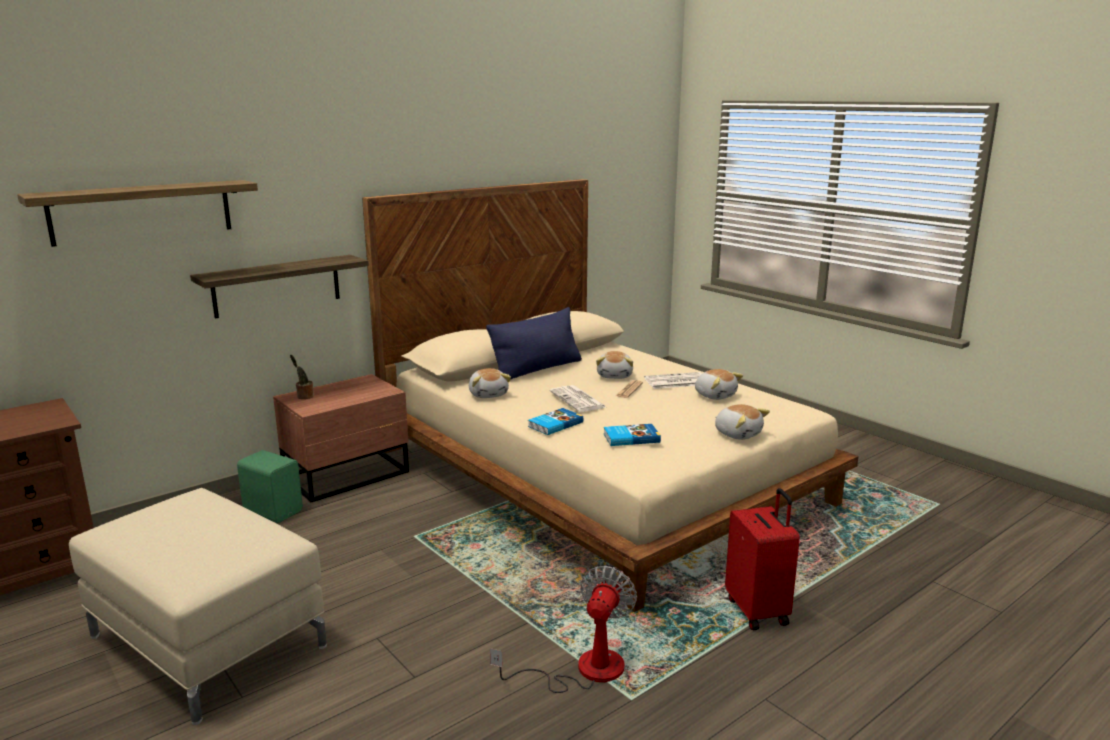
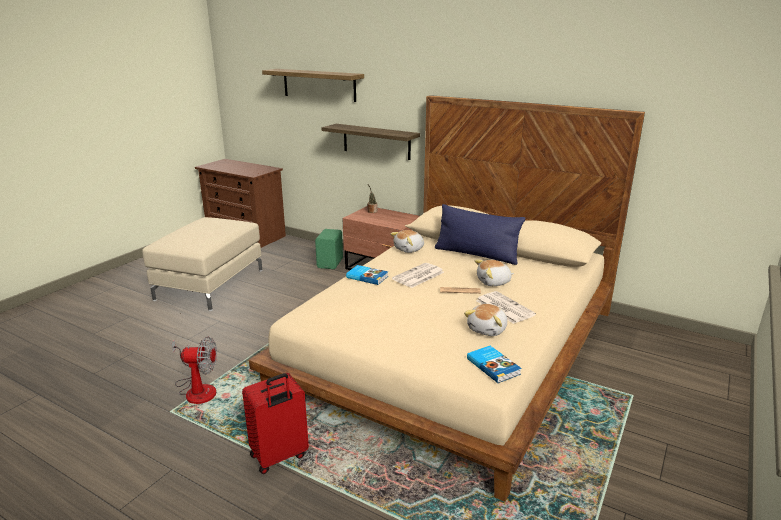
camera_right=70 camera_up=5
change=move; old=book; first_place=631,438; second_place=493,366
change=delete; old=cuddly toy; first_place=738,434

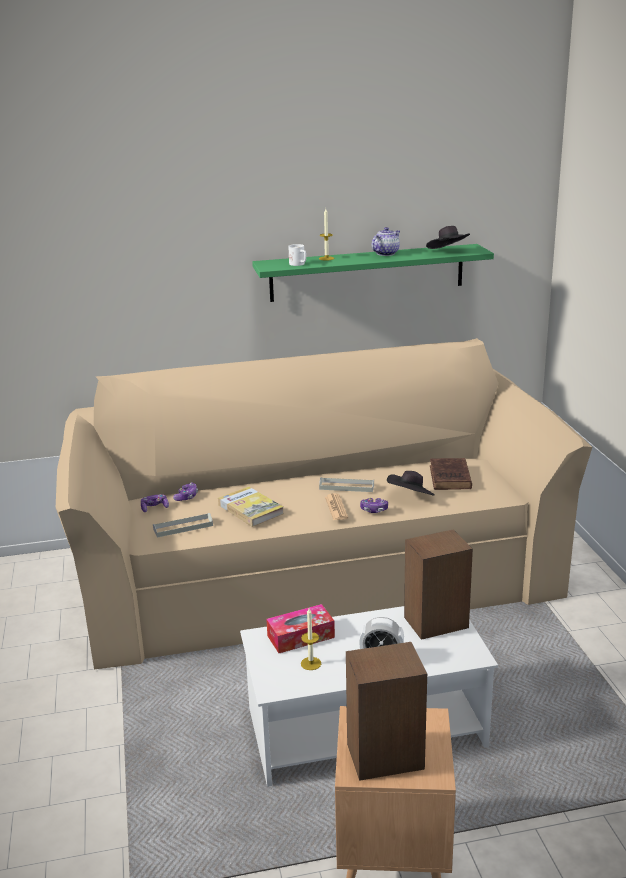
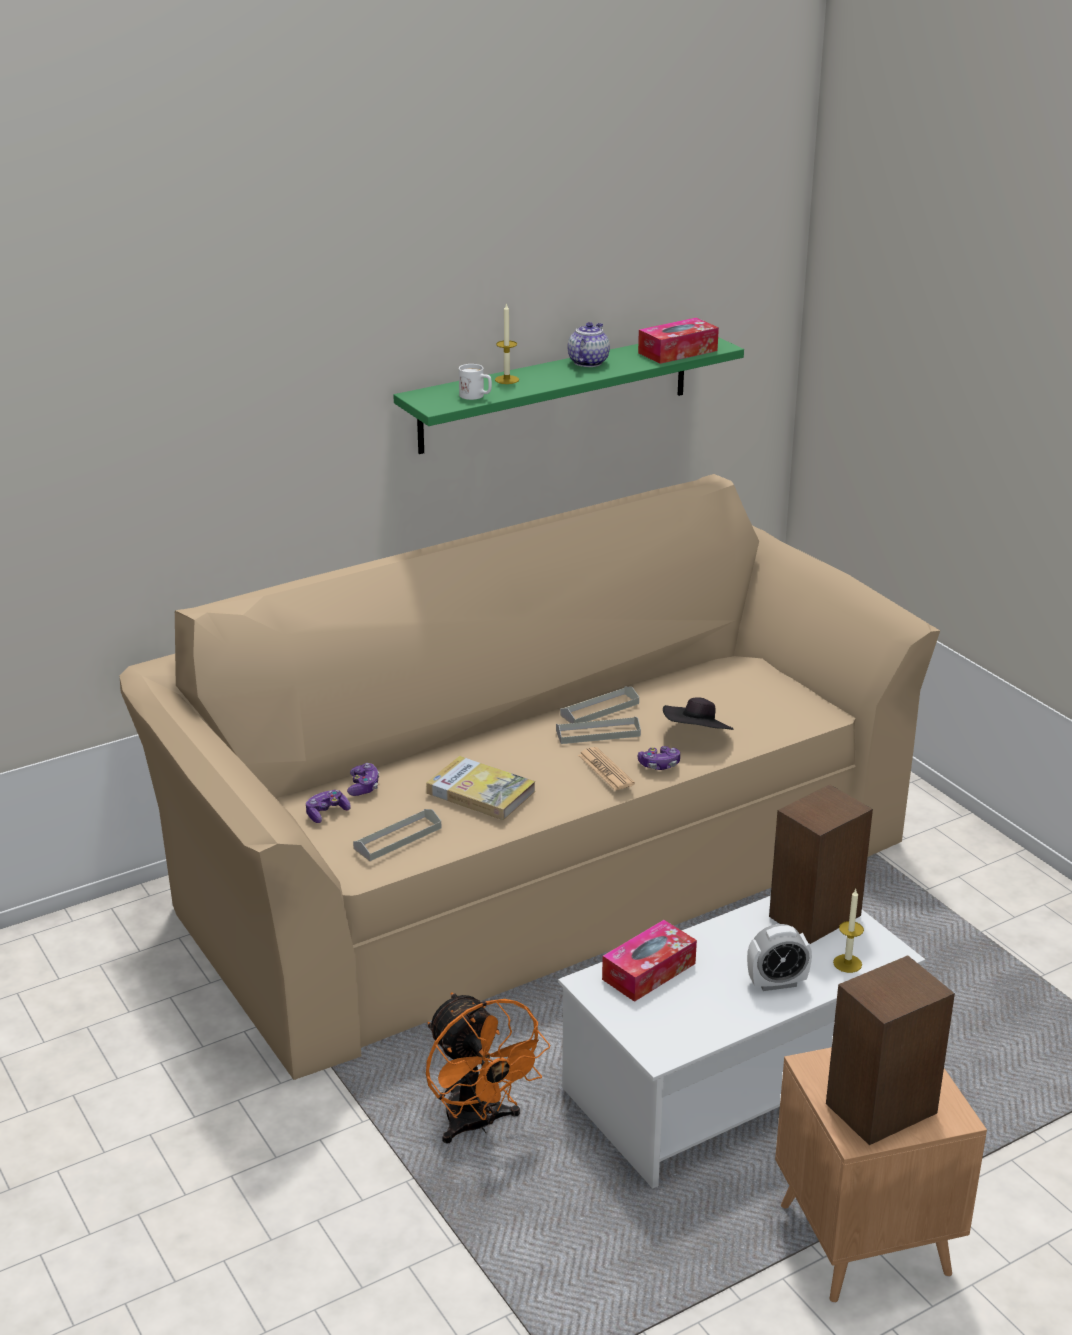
camera_right=-20 camera_up=5
change=insert; new=orange-coloured fan; second_place=478,1124
change=insert; new=gray serving tray; second_place=599,709
change=replace; old=black wearable hat; new=box of tissues; first_place=448,252; second_place=677,352
change=move; old=wax light; first_place=311,663; second_place=847,963
change=delete; old=brown book; first_place=450,478

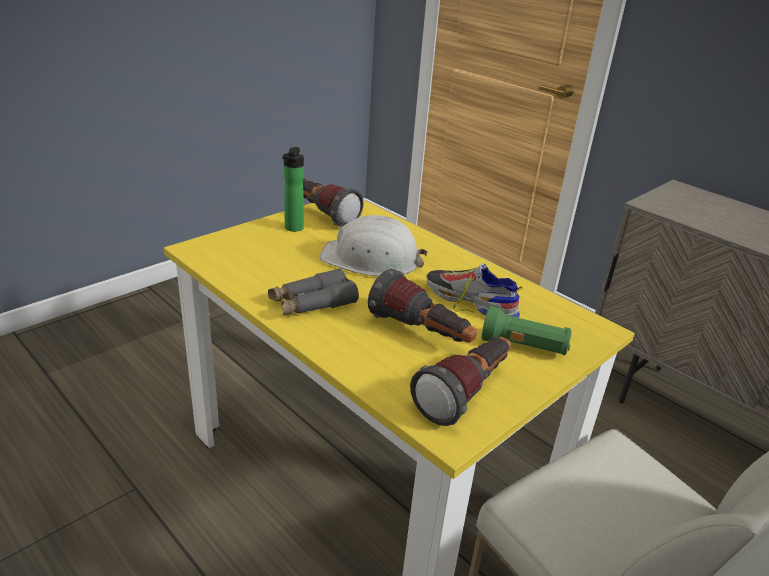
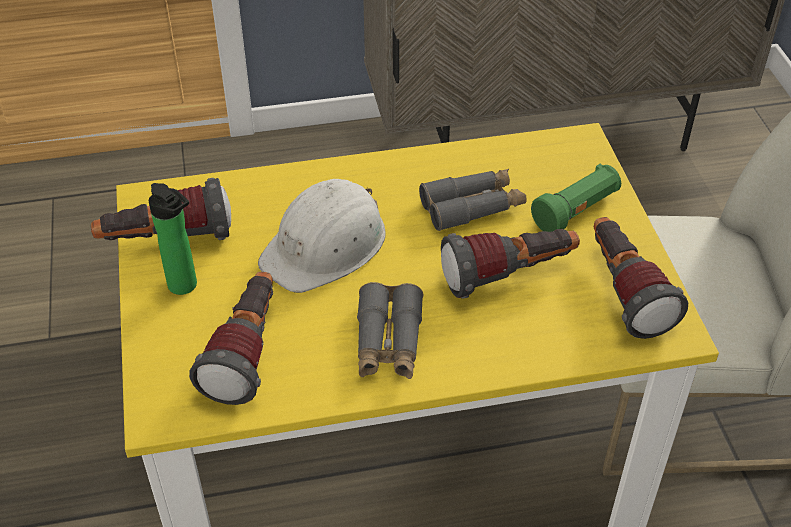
camera_right=-55 camera_up=15
change=insert; new=hand torch; second_place=247,352
change=replace; old=item of footwear; new=gray pair of binoculars; first_place=470,301; second_place=472,206

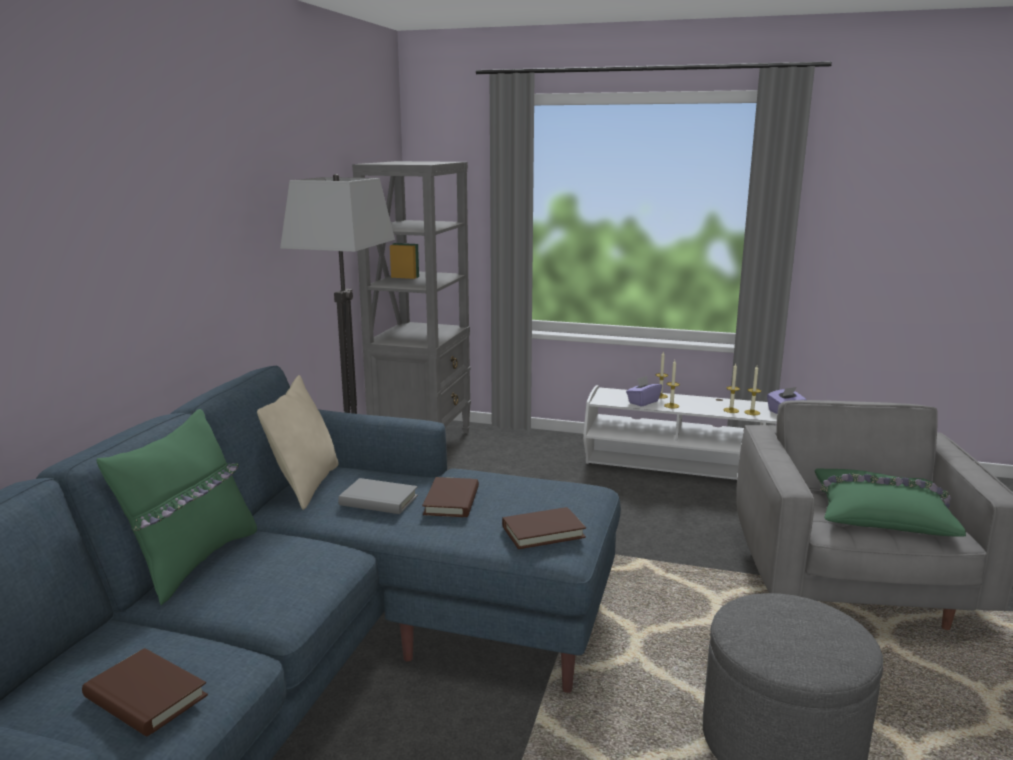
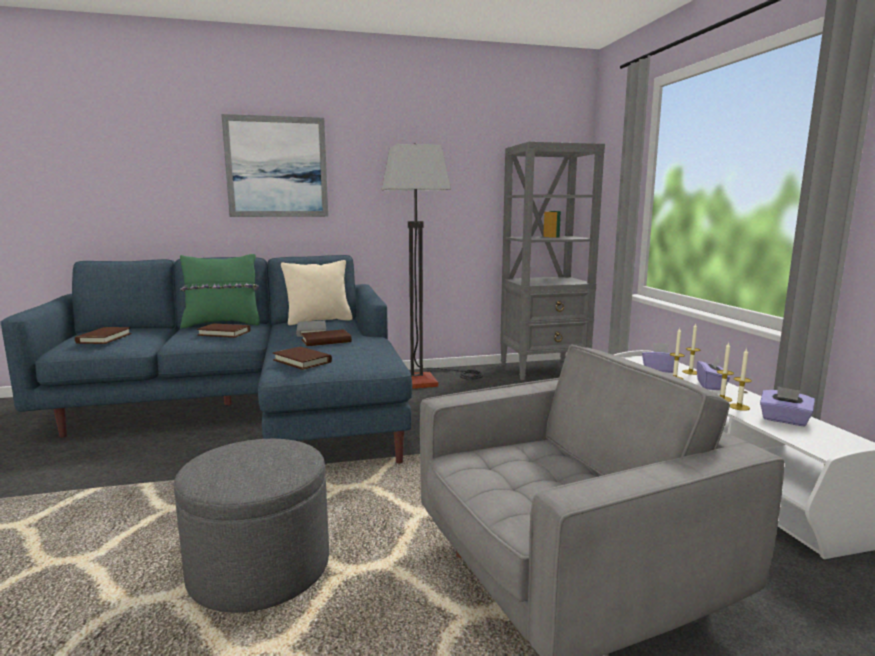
camera_right=60 camera_up=-5
change=insert; new=brown book; second_place=224,333
change=insert; new=picture; second_place=277,167
change=insert; new=purple box of tissues; second_place=711,385
change=delete; old=green pillow; first_place=880,514

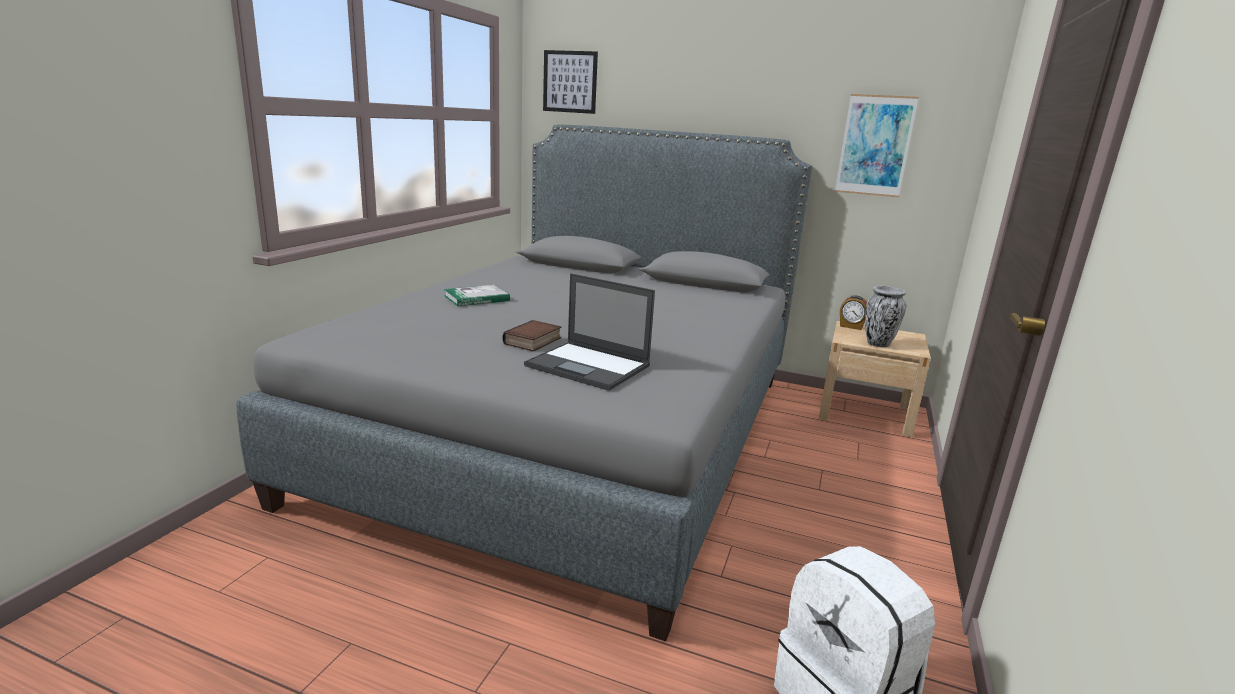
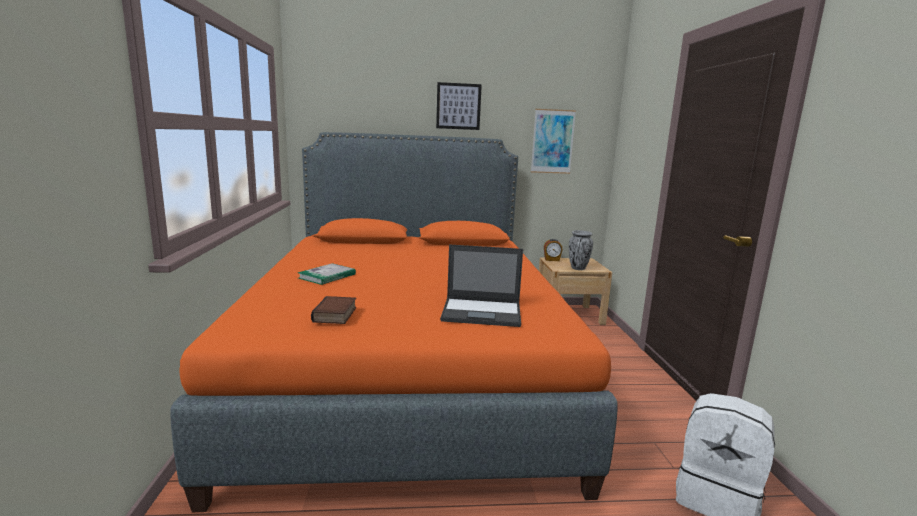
camera_right=-25 camera_up=-5
change=recolor; old=gray sleeping bed; new=orange-coloured sleeping bed; first_place=576,431; second_place=407,369
change=move; old=book; first_place=533,341; second_place=336,315
change=move; old=picture; first_place=570,82; second_place=458,106

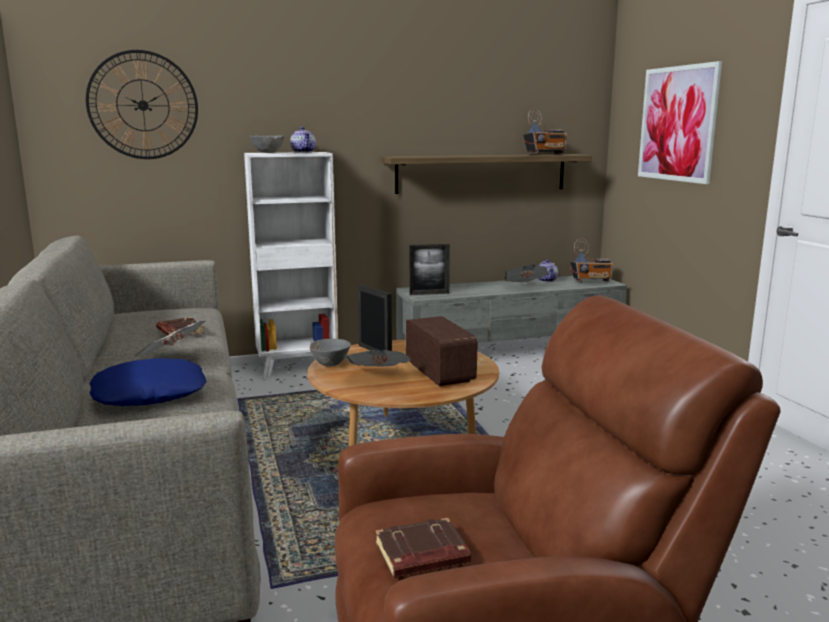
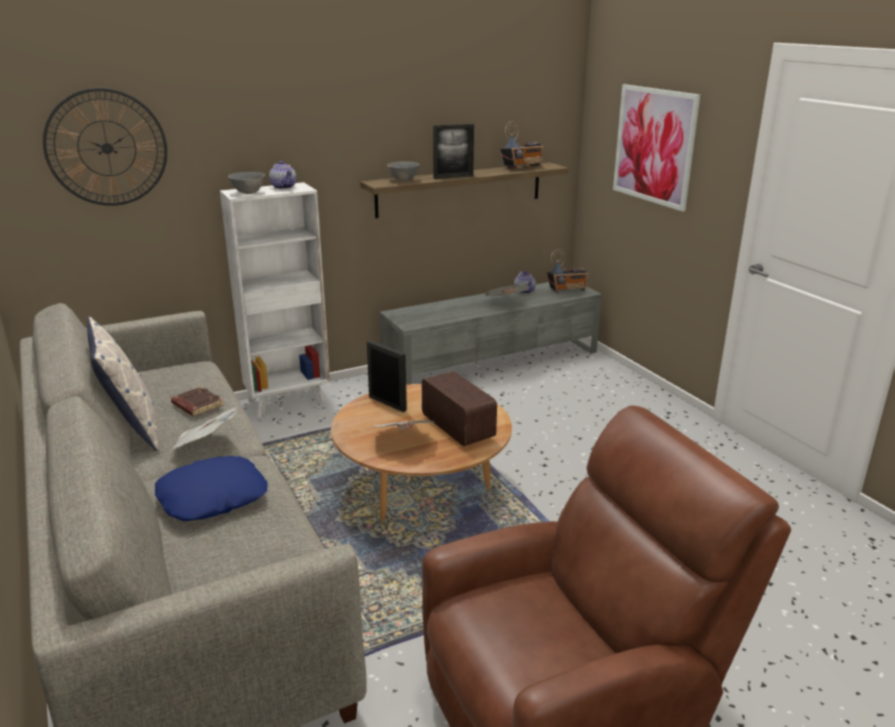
camera_right=-10 camera_up=10
change=insert; new=pillow; second_place=132,429
change=move; old=gray bowl; first_place=329,364; second_place=403,180
change=move; old=standing frame; first_place=429,293; second_place=453,177
change=delete; old=brown book; first_place=421,555

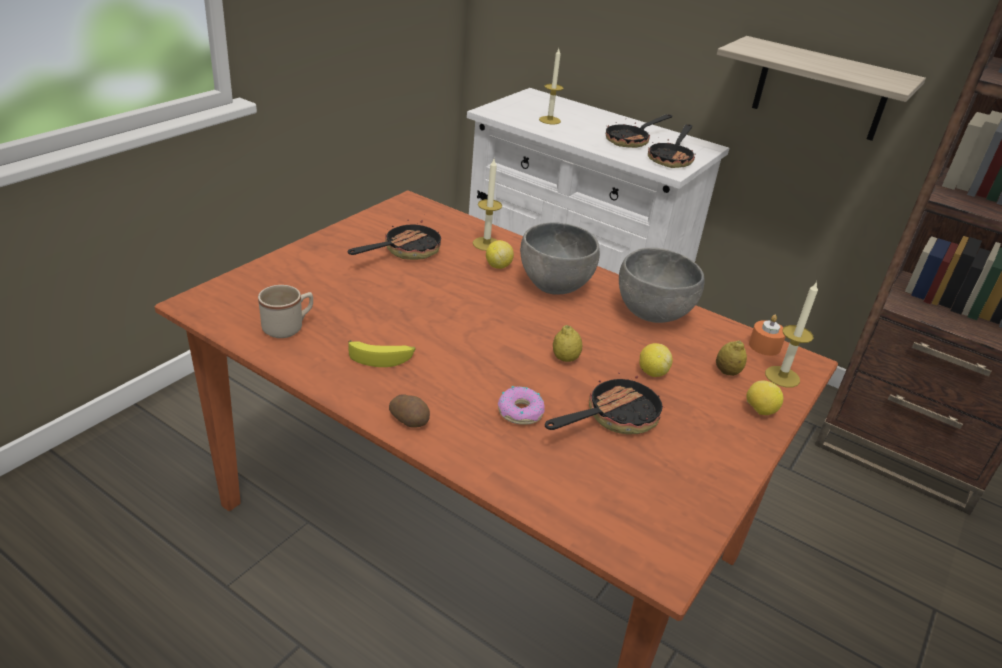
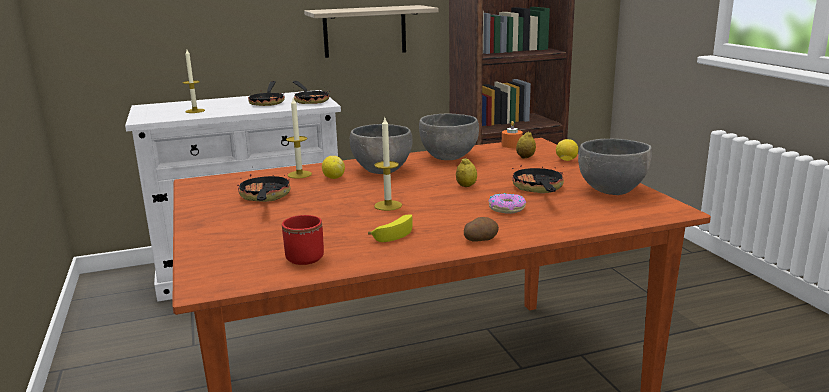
camera_right=-50 camera_up=-15
change=recolor; old=sand-coloured coffee mug; new=reddish coffee mug; first_place=288,327; second_place=306,255
change=move; old=wax light; first_place=782,376; second_place=388,205
change=insert; new=gray bowl; second_place=612,190
change=delete; old=lemon; first_place=652,372

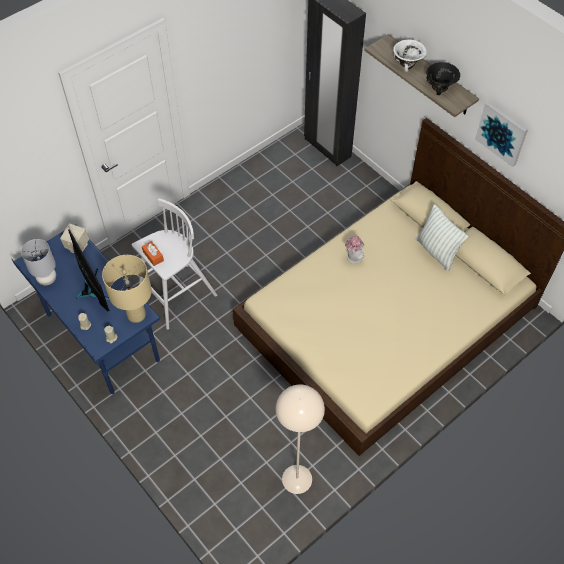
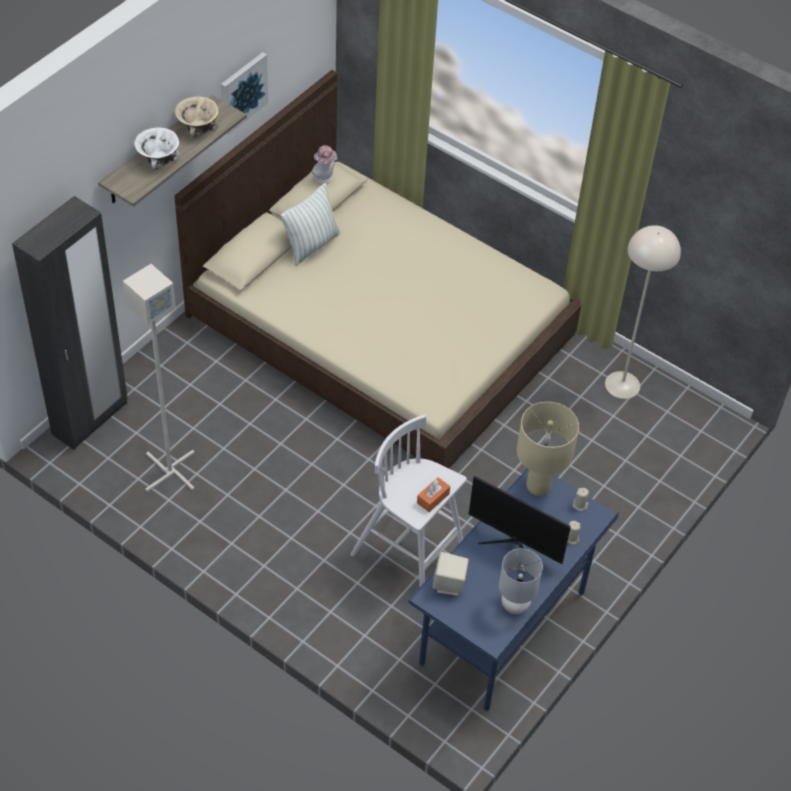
camera_right=-105 camera_up=-5
change=insert; new=gray standard lamp; second_place=169,472
change=recolor; old=black bowl; new=sand-coloured bowl; first_place=440,87; second_place=198,128
change=move; old=wearable hat; first_place=353,259; second_place=325,179
change=rotate; old=computer display; first_place=93,290; second_place=515,545; degrees=-105

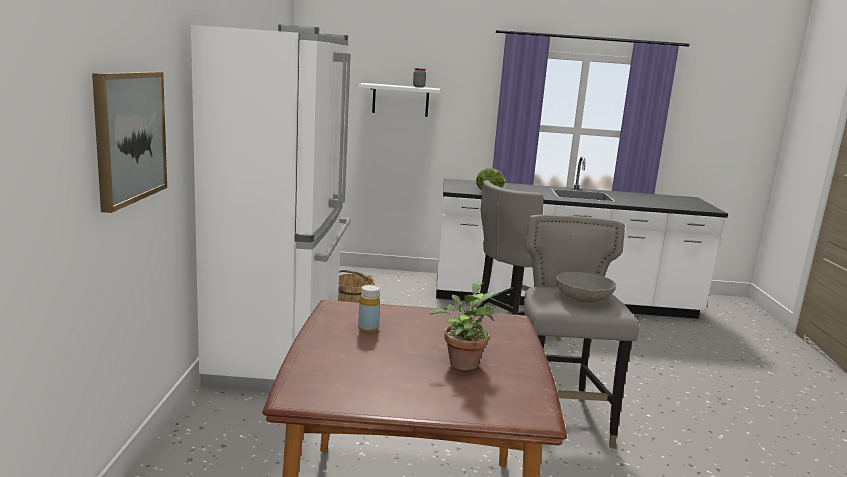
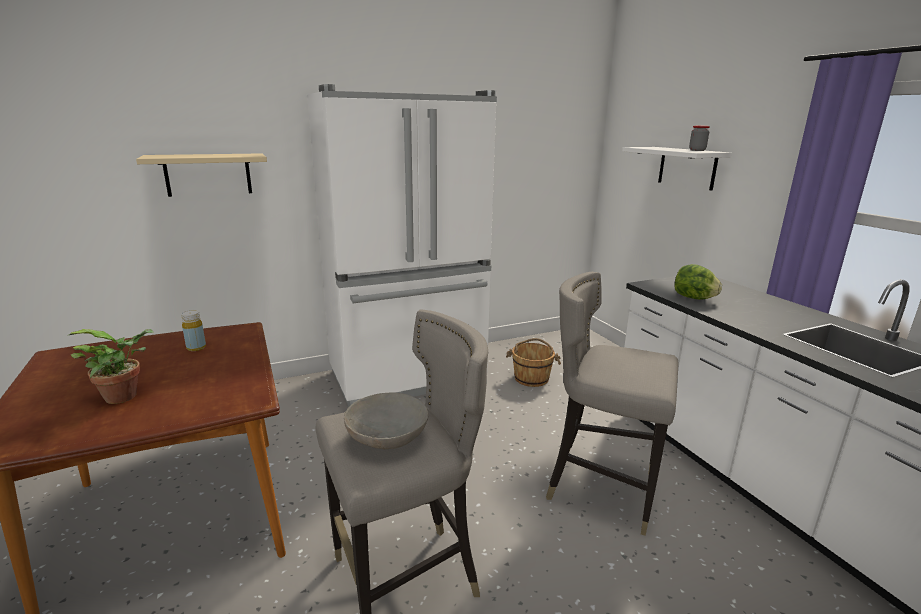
camera_right=65 camera_up=5
change=replace; old=picture; new=sand-coloured shelf; first_place=129,137; second_place=208,174

